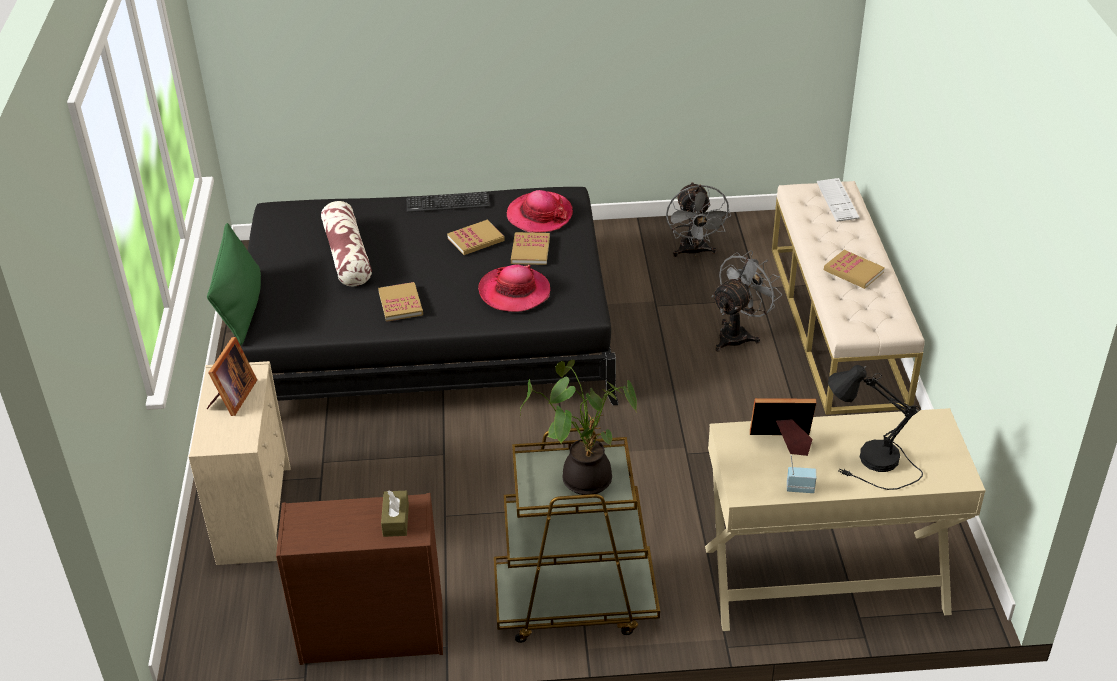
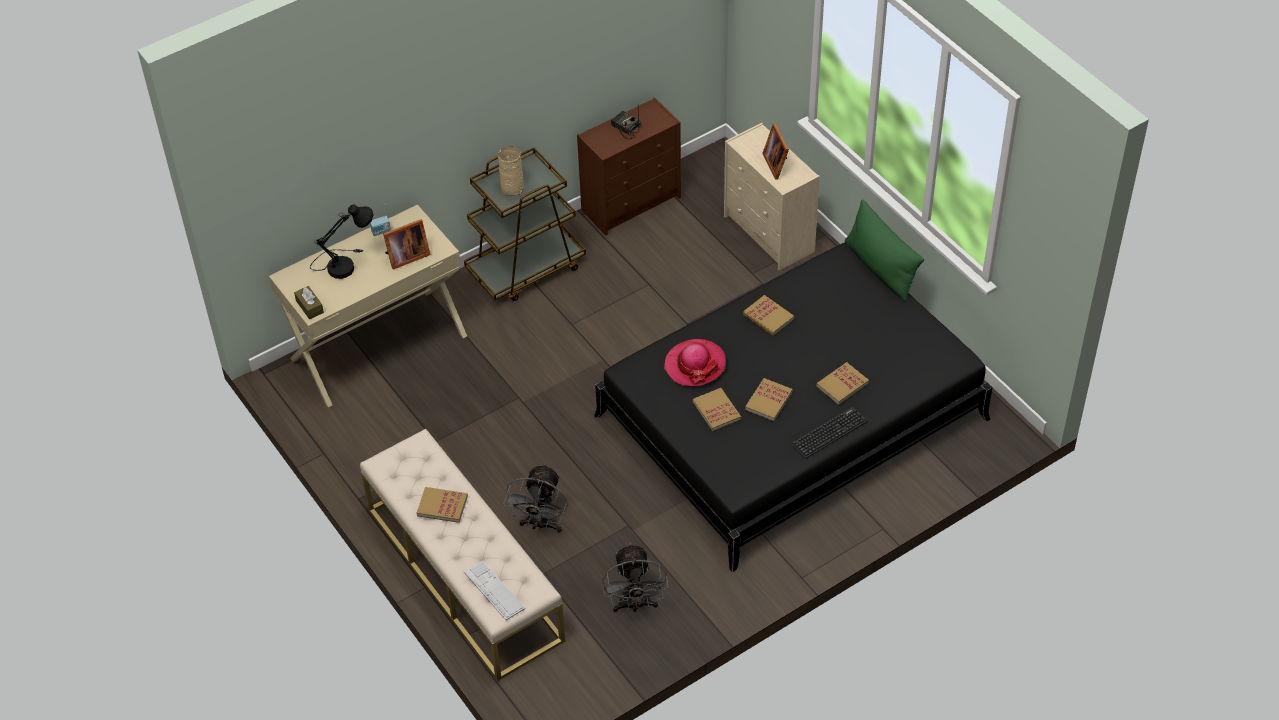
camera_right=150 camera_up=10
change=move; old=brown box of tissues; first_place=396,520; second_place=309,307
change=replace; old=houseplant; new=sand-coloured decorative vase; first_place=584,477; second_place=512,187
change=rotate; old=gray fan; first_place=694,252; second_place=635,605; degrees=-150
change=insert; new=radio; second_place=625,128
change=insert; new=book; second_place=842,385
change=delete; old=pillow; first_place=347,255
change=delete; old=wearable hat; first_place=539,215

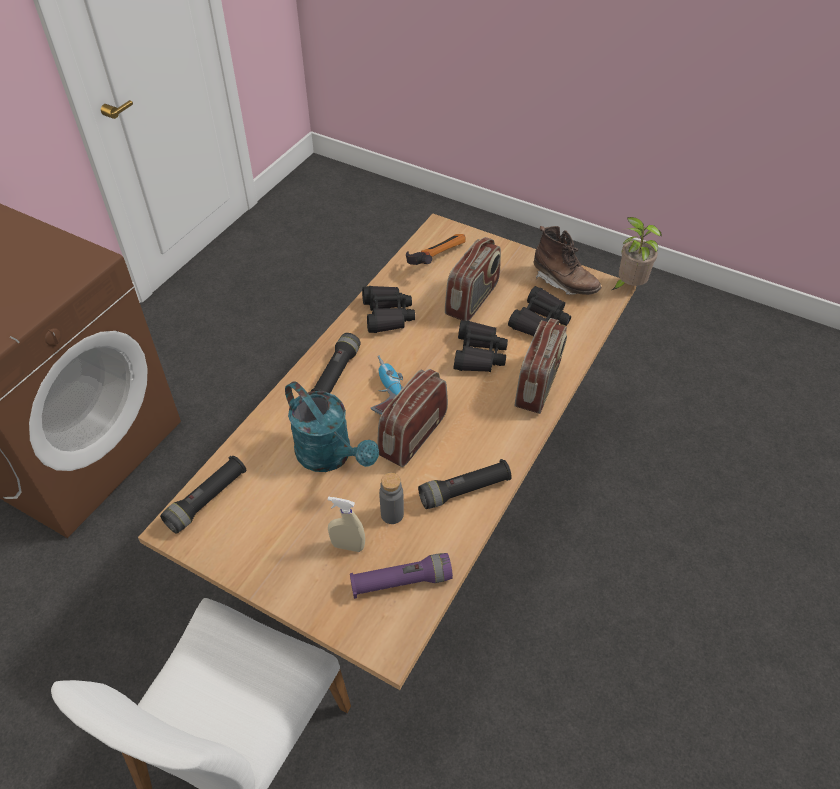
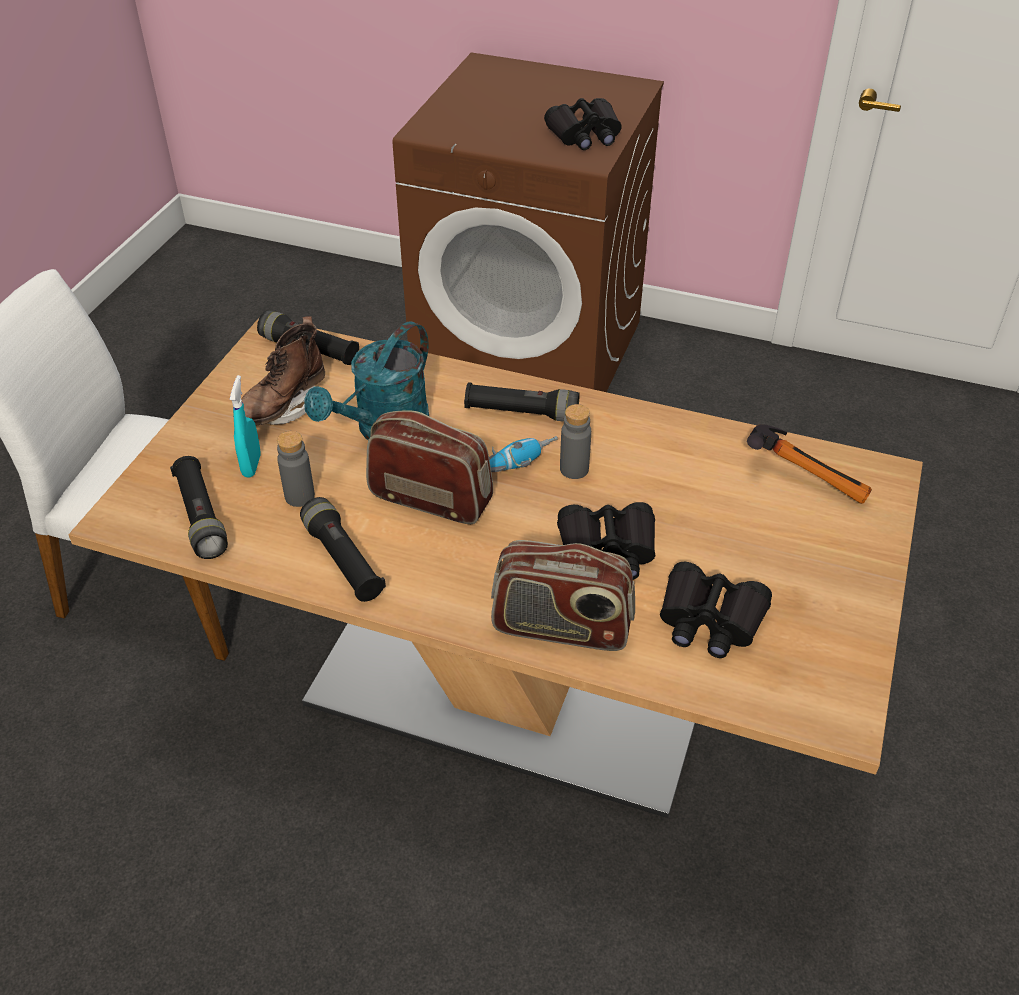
camera_right=80 camera_up=-5
change=recolor; old=purple hand torch; new=black hand torch; first_place=401,582; second_place=201,517
change=recolor; old=sand-coloured sprayer; new=turquoise-coloured sprayer; first_place=348,546; second_place=251,465
change=move; old=brown high-top boot; first_place=564,283; second_place=283,407
change=move; old=black pair of binoculars; first_place=387,315; second_place=585,135
change=insert; new=gray beverage bottle; second_place=574,469
change=delete; old=radio; first_place=472,299
change=delete; old=houseplant; first_place=628,286

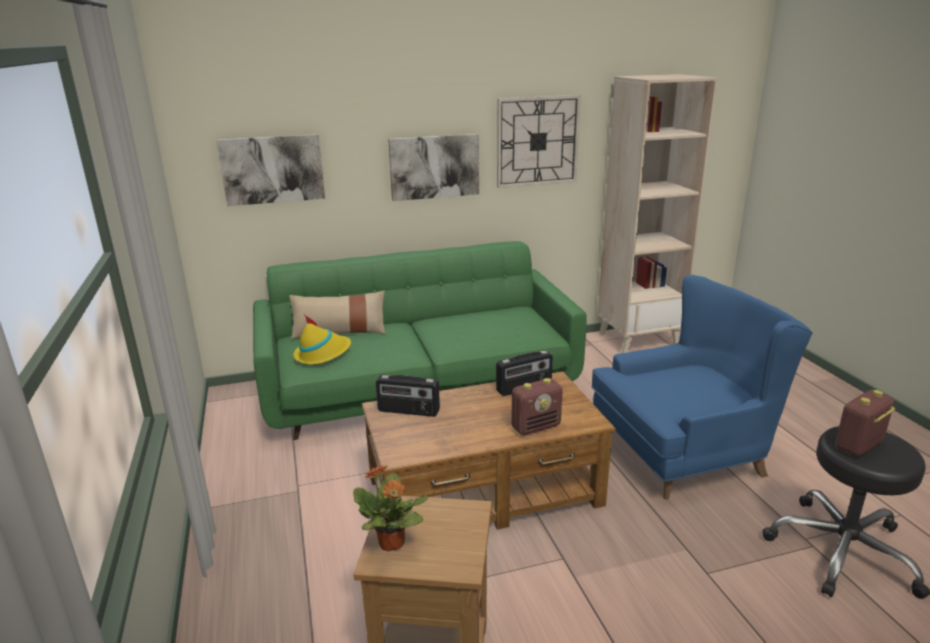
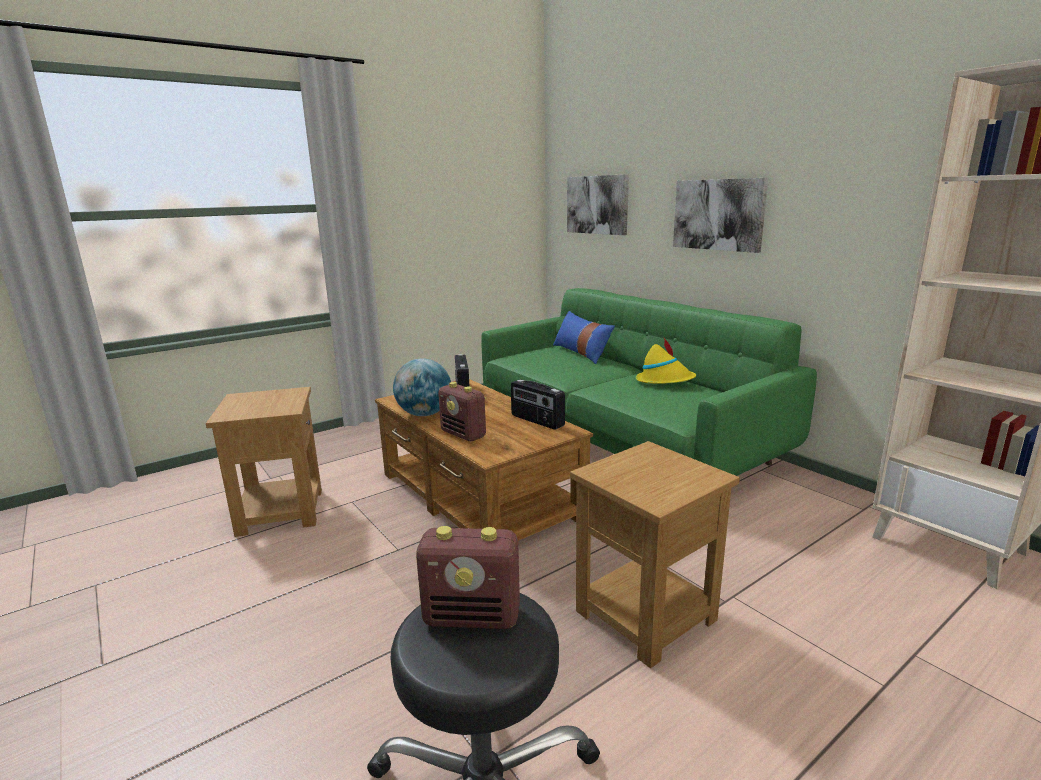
camera_right=70 camera_up=-5
change=insert; new=desk globe; second_place=424,414
change=rotate; old=radio; first_place=858,446; second_place=473,617; degrees=150
change=recolor; old=sand-coloured pillow; new=bluish pillow; first_place=339,332; second_place=581,353
change=replace; old=bluish easy chair; new=brown accent table; first_place=686,452; second_place=644,616
change=move; old=yellow-coloured wearable hat; first_place=322,354; second_place=665,381
change=delete; old=houseplant; first_place=392,543
change=delete; old=hanging clock; first_place=537,141

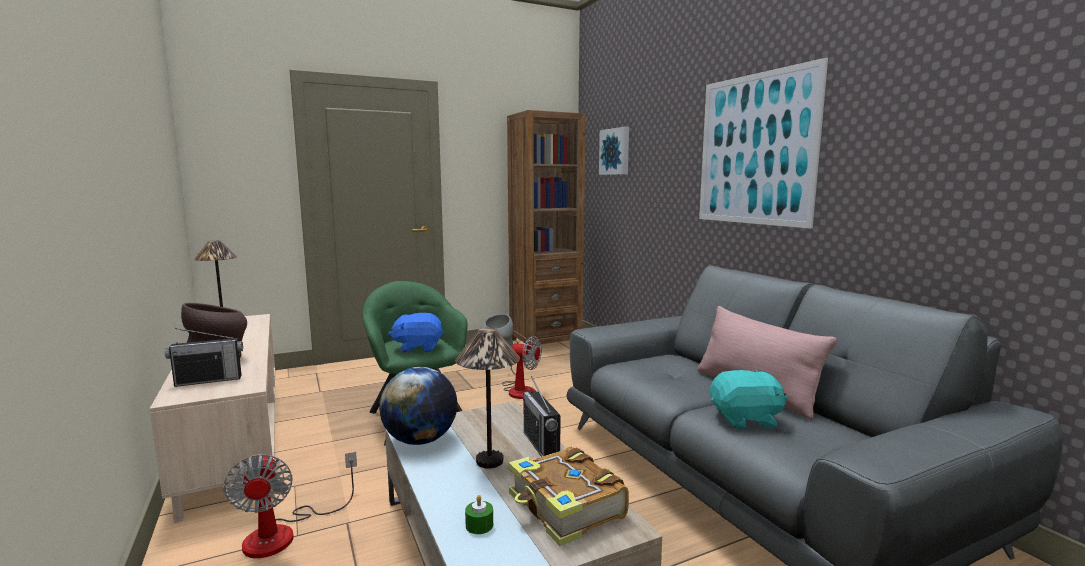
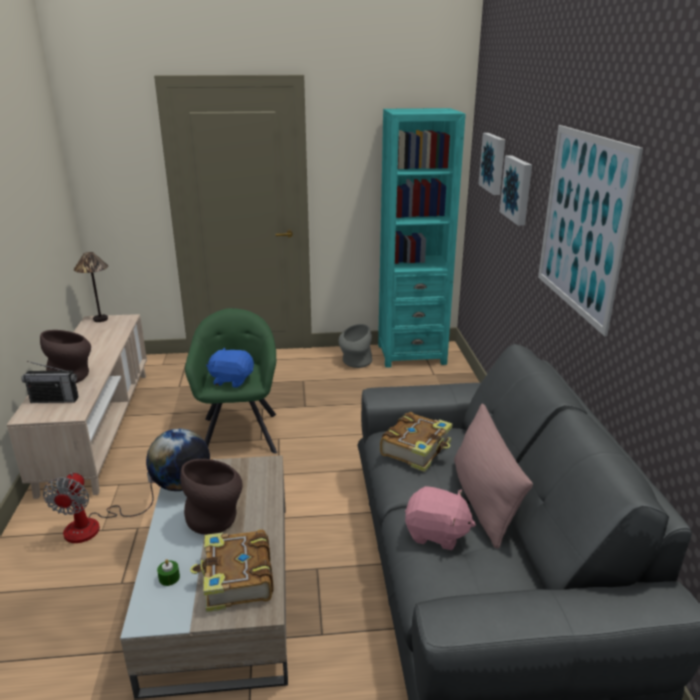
camera_right=20 camera_up=15
change=replace; old=lamp for a table; new=brown decorative vase; first_place=489,461; second_place=216,519
change=recolor; old=brown shelving unit; new=turquoise-coloured shelving unit; first_place=545,342; second_place=411,354
change=insert; new=book; second_place=417,449
change=recolor; old=turquoise-coloured cuddly toy; new=pink-coloured cuddly toy; first_place=745,420; second_place=436,534
change=insert; new=picture; second_place=518,189
change=delete; old=fan; first_place=519,389
change=delete; old=radio; first_place=541,444

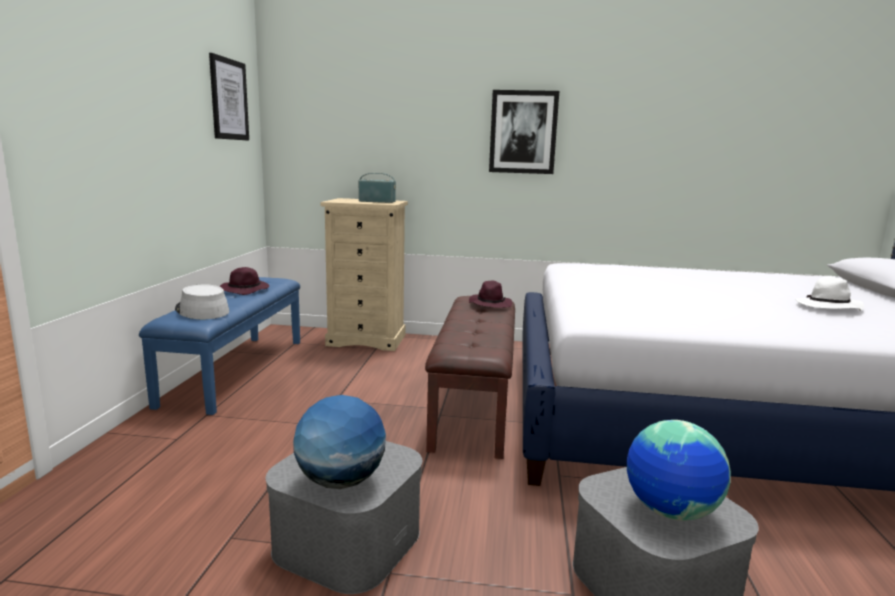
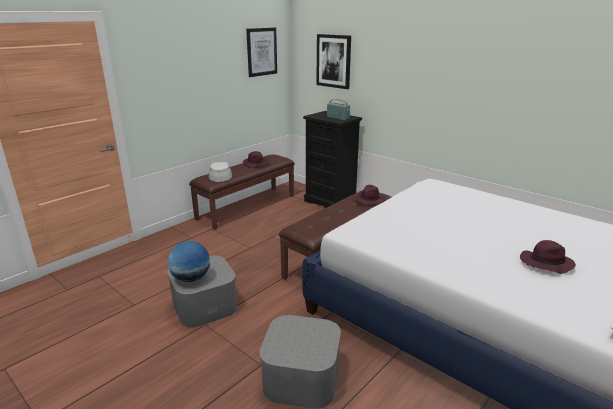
camera_right=35 camera_up=10
change=recolor; old=bluish indoor bench; new=brown indoor bench; first_place=235,370; second_place=246,206
change=recolor; old=sand-coloured drawer chest; new=black drawer chest; first_place=367,340; second_place=330,202
change=move; old=picture; first_place=523,132; second_place=333,61
change=recolor; old=whitish wearable hat; new=purple wearable hat; first_place=828,307; second_place=545,264
change=delete; old=desk globe; first_place=670,511

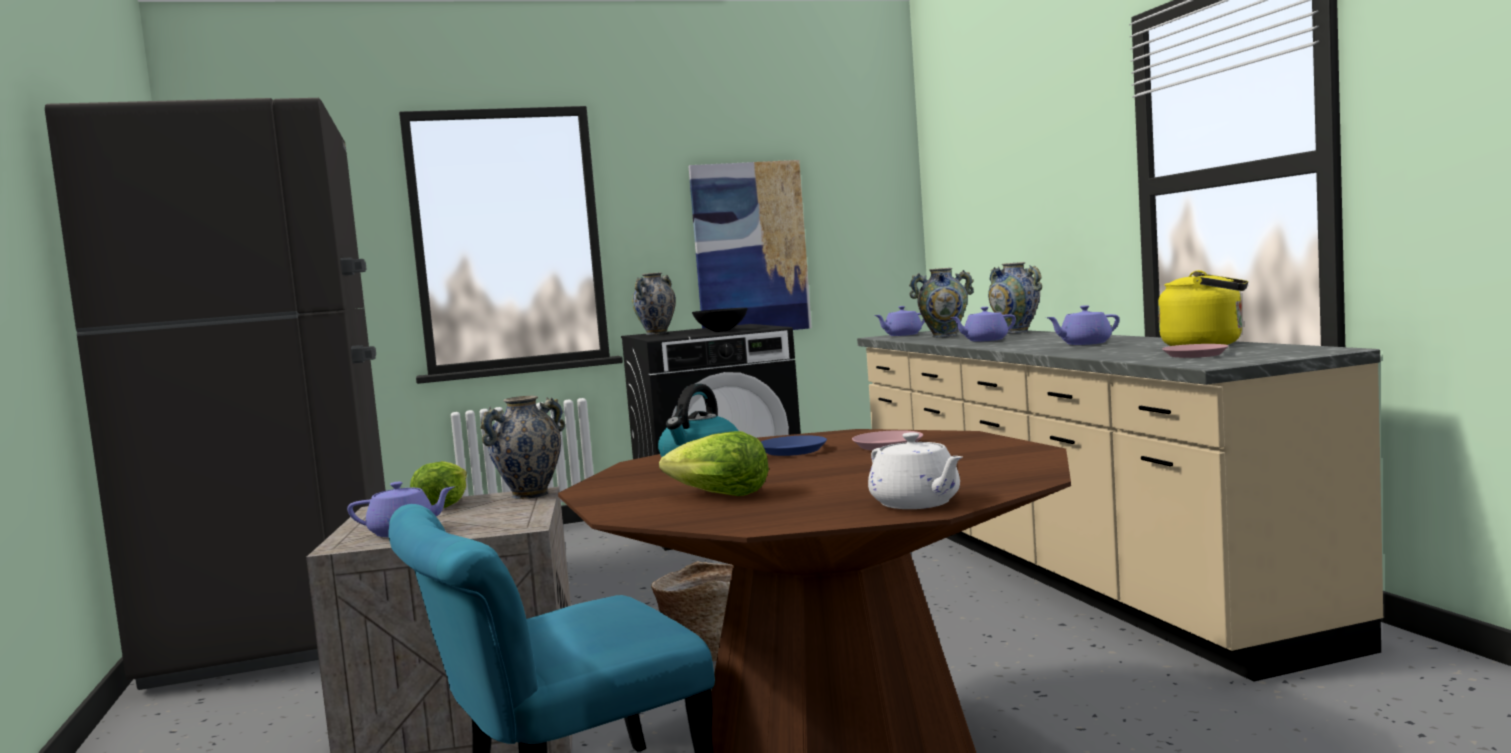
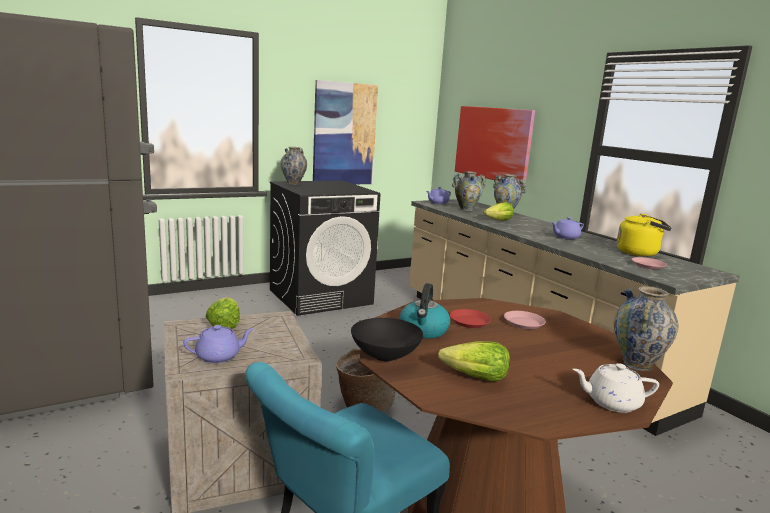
camera_right=-15 camera_up=10
change=move; old=black bowl; first_place=720,331; second_place=384,356
change=recolor; old=bluish dinner plate; new=reddish dinner plate; first_place=792,450; second_place=469,321
change=insert; new=picture; second_place=493,143
change=replace; old=purple tea pot; new=lettuce head; first_place=984,340; second_place=498,221
change=rotate; old=whitish tea pot; first_place=917,503; second_place=611,402; degrees=135
change=move; old=decorative vase; first_place=530,495; second_place=637,364

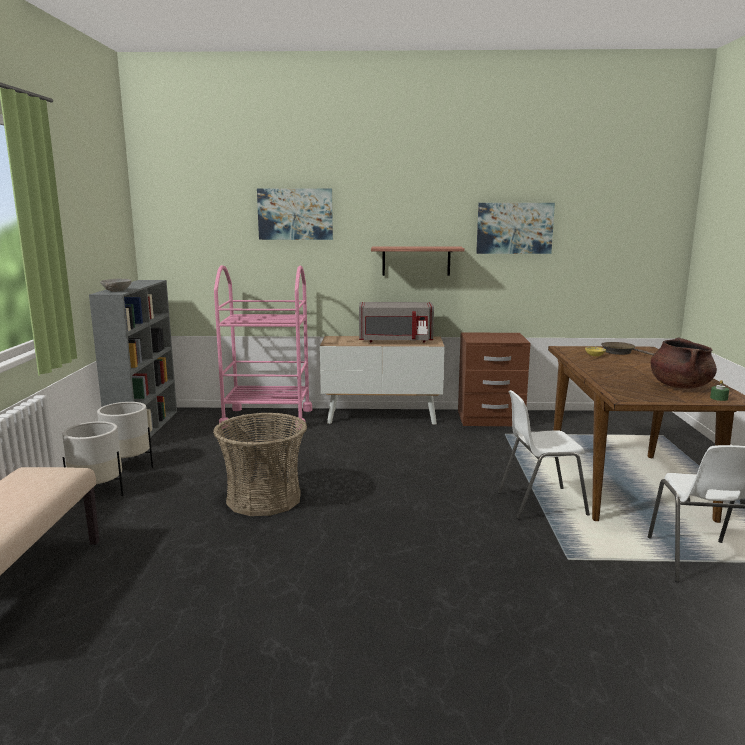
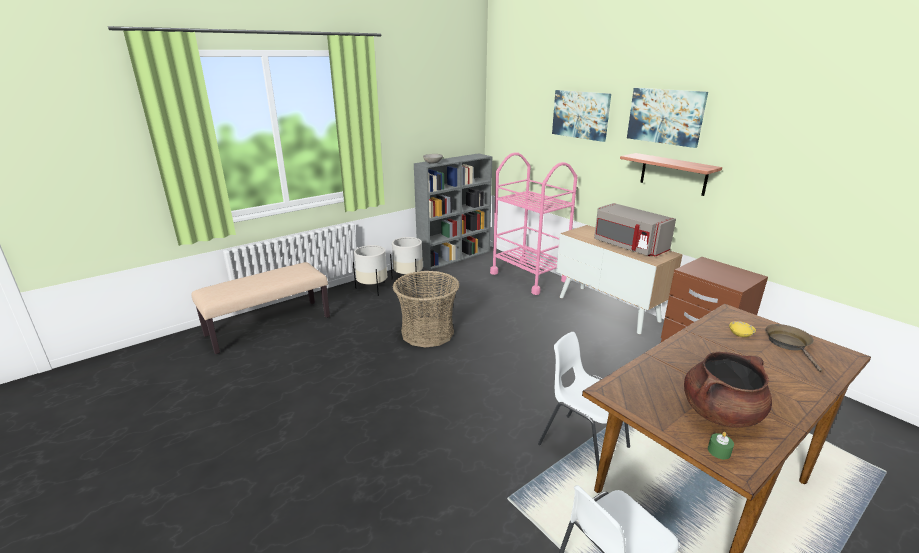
camera_right=50 camera_up=10
change=move; old=picture; first_place=514,228; second_place=665,116

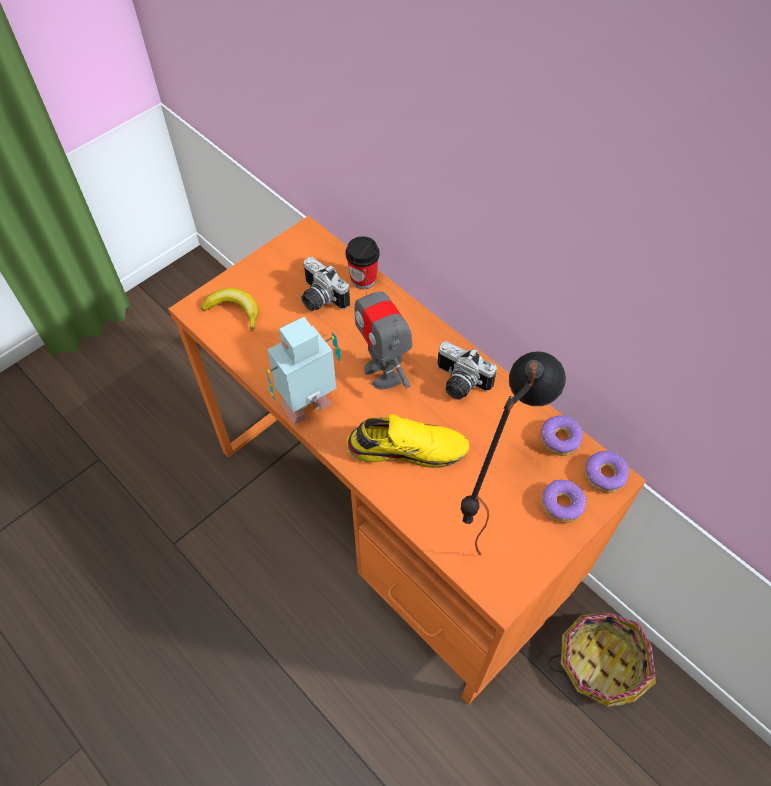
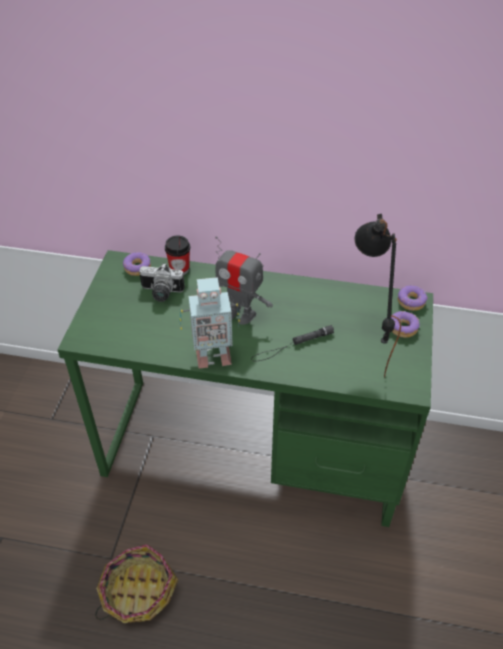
camera_right=-35 camera_up=-10
change=recolor; old=orange-coloured desk; new=green desk; first_place=389,519; second_place=253,449
change=move; old=household basket; first_place=601,662; second_place=137,591
change=move; old=donut; first_place=560,440; second_place=137,268
change=rotate; old=toy robot; first_place=310,407; second_place=212,356; degrees=-120
change=replace; old=yellow-coloured item of footwear; new=black hand torch; first_place=407,447; second_place=292,345
change=delete; old=banana fruit; first_place=234,311
change=delete; old=photo camera; first_place=459,383

